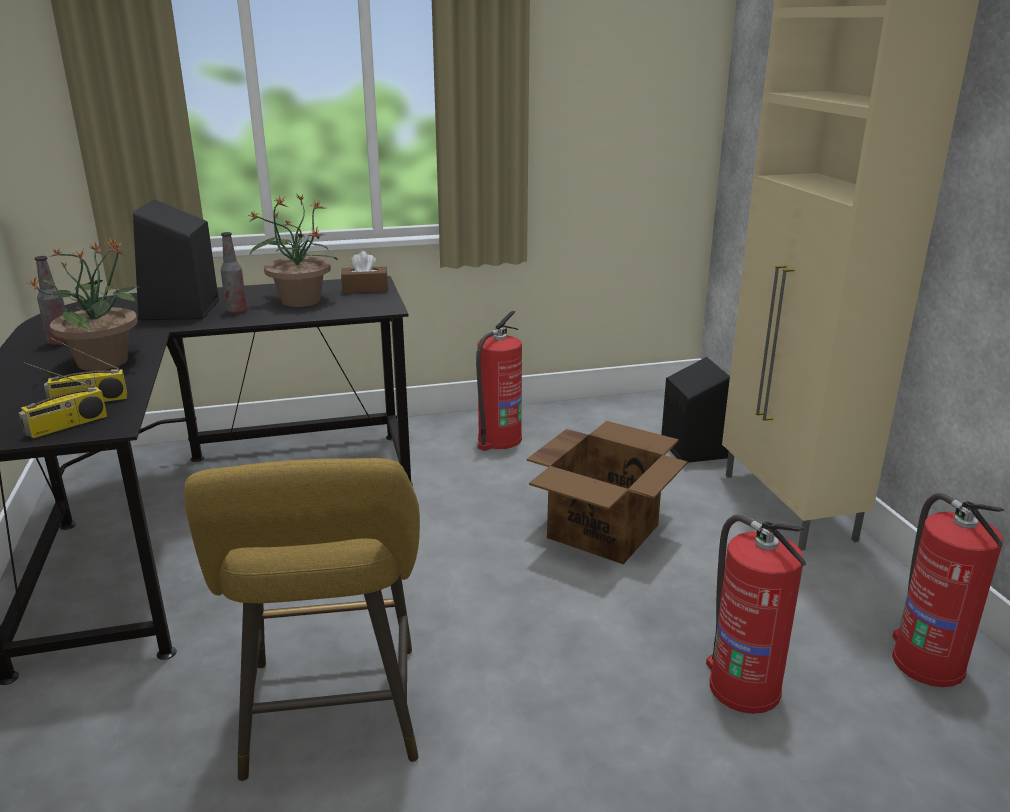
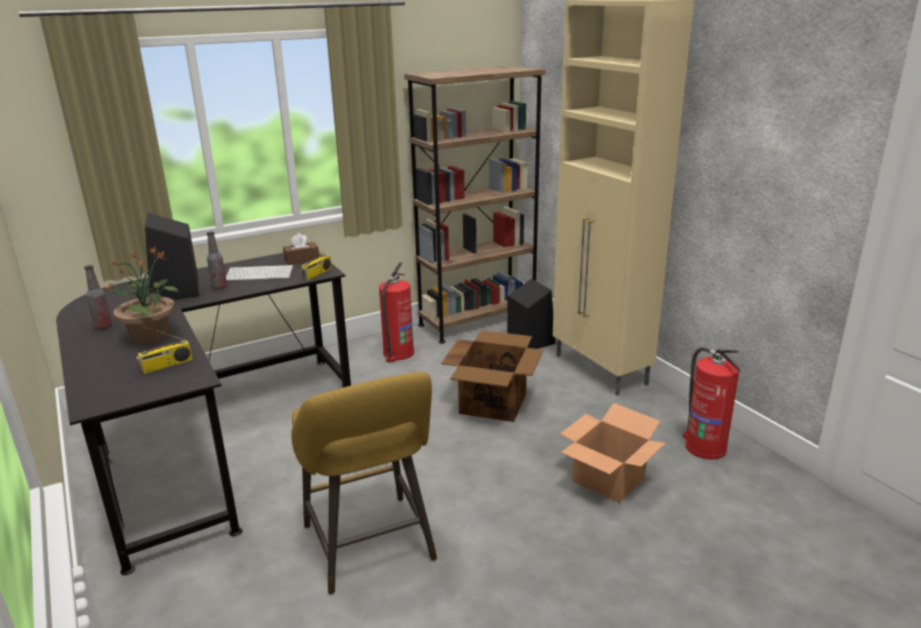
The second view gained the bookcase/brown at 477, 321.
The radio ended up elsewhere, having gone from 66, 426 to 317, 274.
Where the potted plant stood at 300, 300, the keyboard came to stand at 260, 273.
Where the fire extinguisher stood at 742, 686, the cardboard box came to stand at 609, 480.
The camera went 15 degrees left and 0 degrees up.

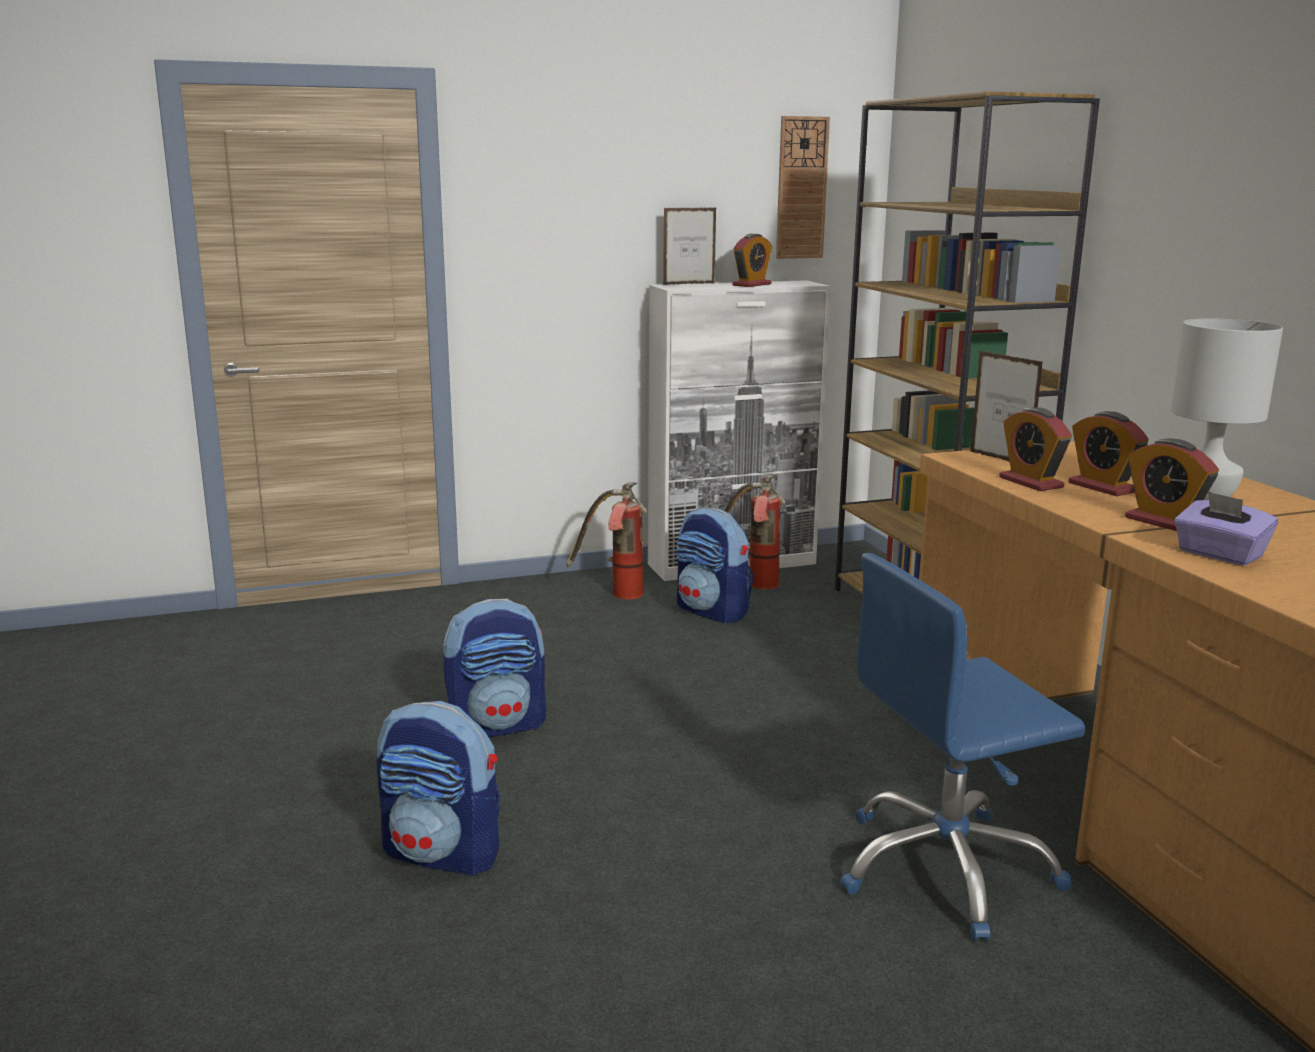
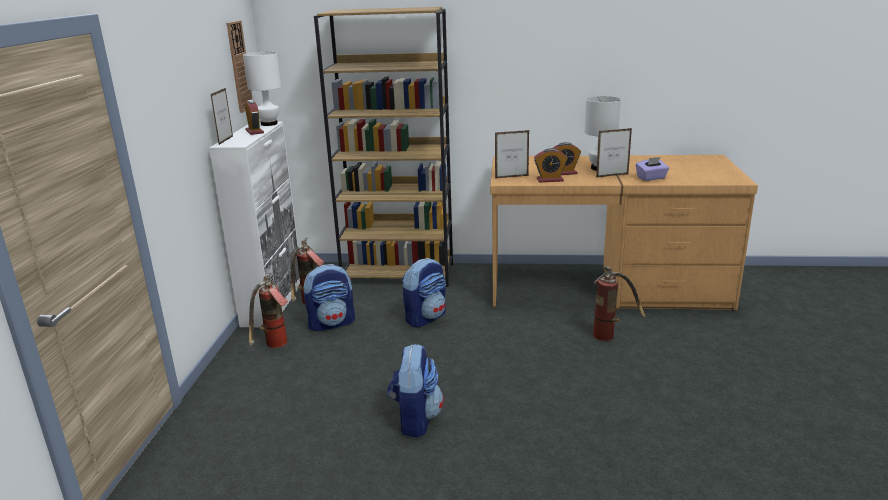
The second view gained the table lamp/white at 269, 124.
The backpack ended up elsewhere, having gone from 443, 854 to 426, 318.
Where the office chair/blue stood at 946, 869, the fire extinguisher came to stand at 611, 334.
Where the alarm clock stood at 1163, 522, the picture frame came to stand at 612, 176.
The camera went 65 degrees left and 5 degrees up.

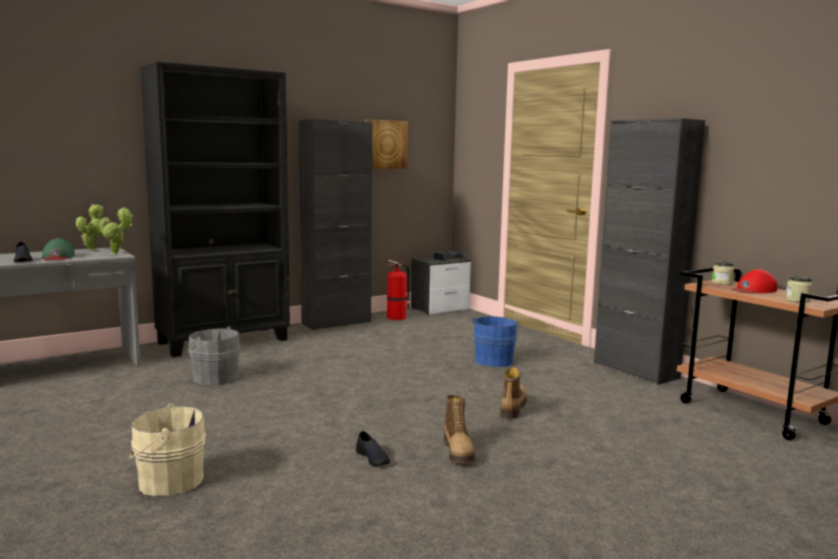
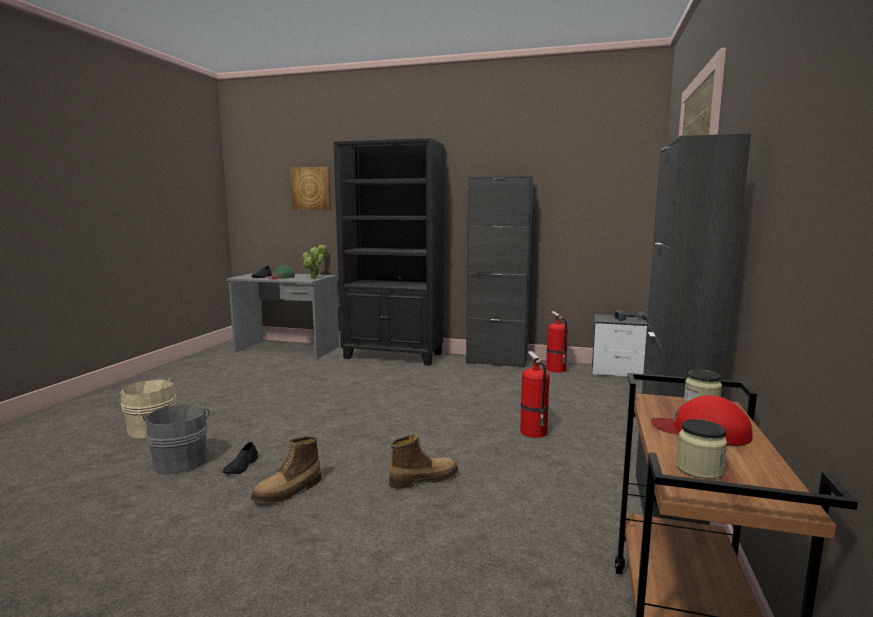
The bucket/grey ended up elsewhere, having gone from 214, 377 to 181, 461.
The picture ended up elsewhere, having gone from 385, 144 to 311, 188.
Where the bucket/blue stood at 494, 360, the fire extinguisher came to stand at 534, 432.
The camera went 50 degrees right and 0 degrees up.

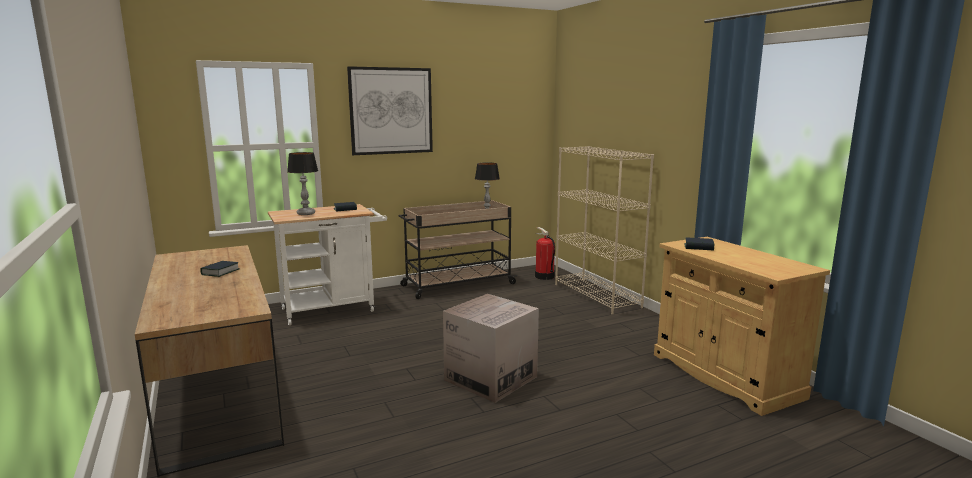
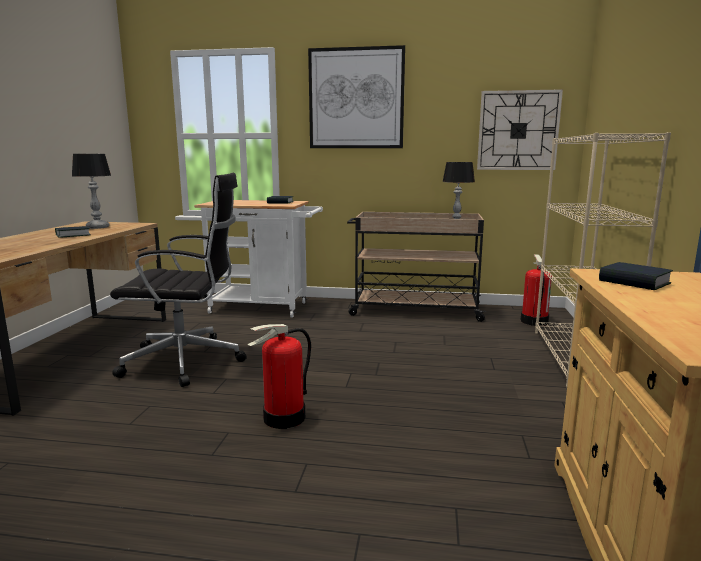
The second view gained the office chair/black at 187, 361.
The second view gained the wall clock at 518, 130.
The table lamp ended up elsewhere, having gone from 305, 213 to 97, 227.
Where the cardboard box stood at 491, 378, the fire extinguisher came to stand at 284, 418.
The camera went 35 degrees right and 0 degrees up.

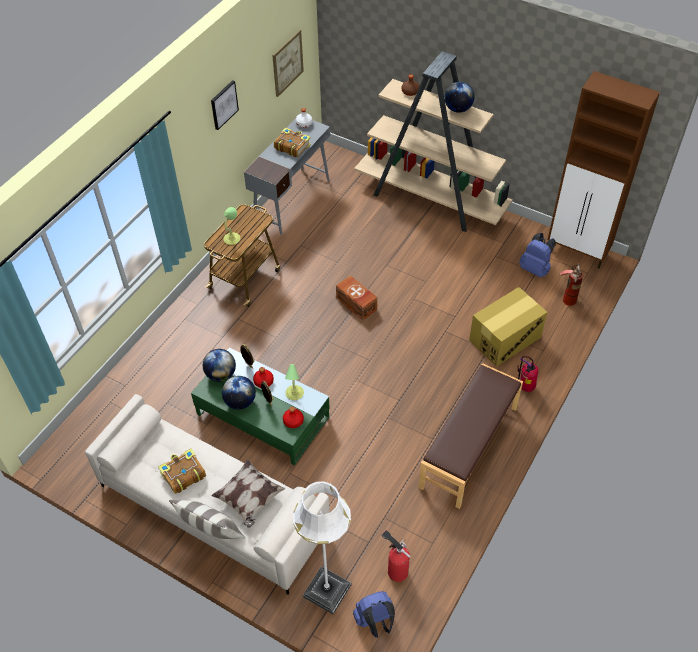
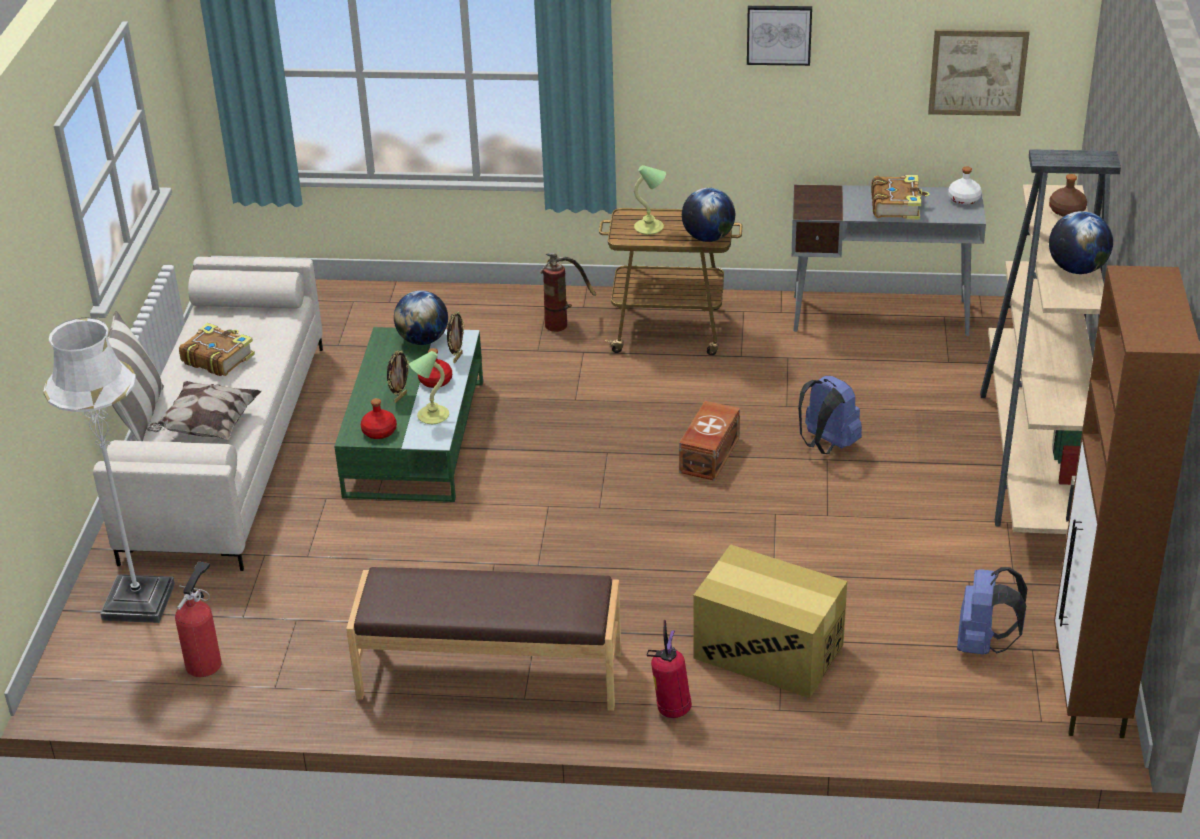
The globe ended up elsewhere, having gone from 240, 402 to 708, 238.
The backpack/blue ended up elsewhere, having gone from 375, 622 to 827, 444.
The fire extinguisher ended up elsewhere, having gone from 567, 296 to 563, 321.
The camera went 65 degrees right and 15 degrees down.

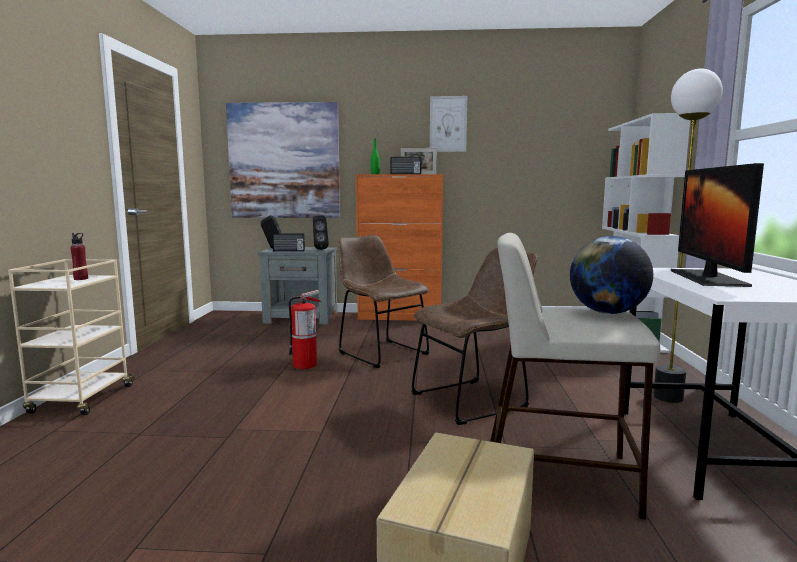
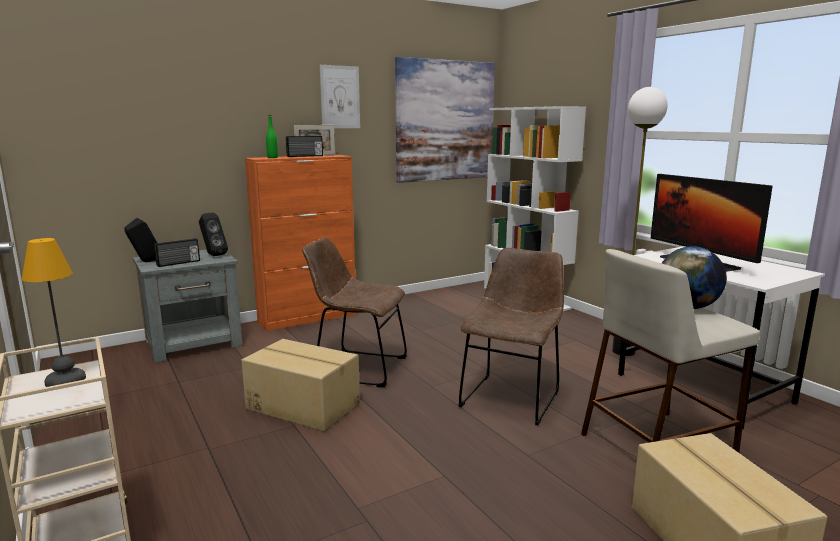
The picture ended up elsewhere, having gone from 284, 161 to 445, 121.
Where the bottle/red stood at 81, 279, the table lamp came to stand at 66, 379.
Where the fire extinguisher stood at 305, 365, the cardboard box came to stand at 303, 405.
The camera went 35 degrees left and 5 degrees up.

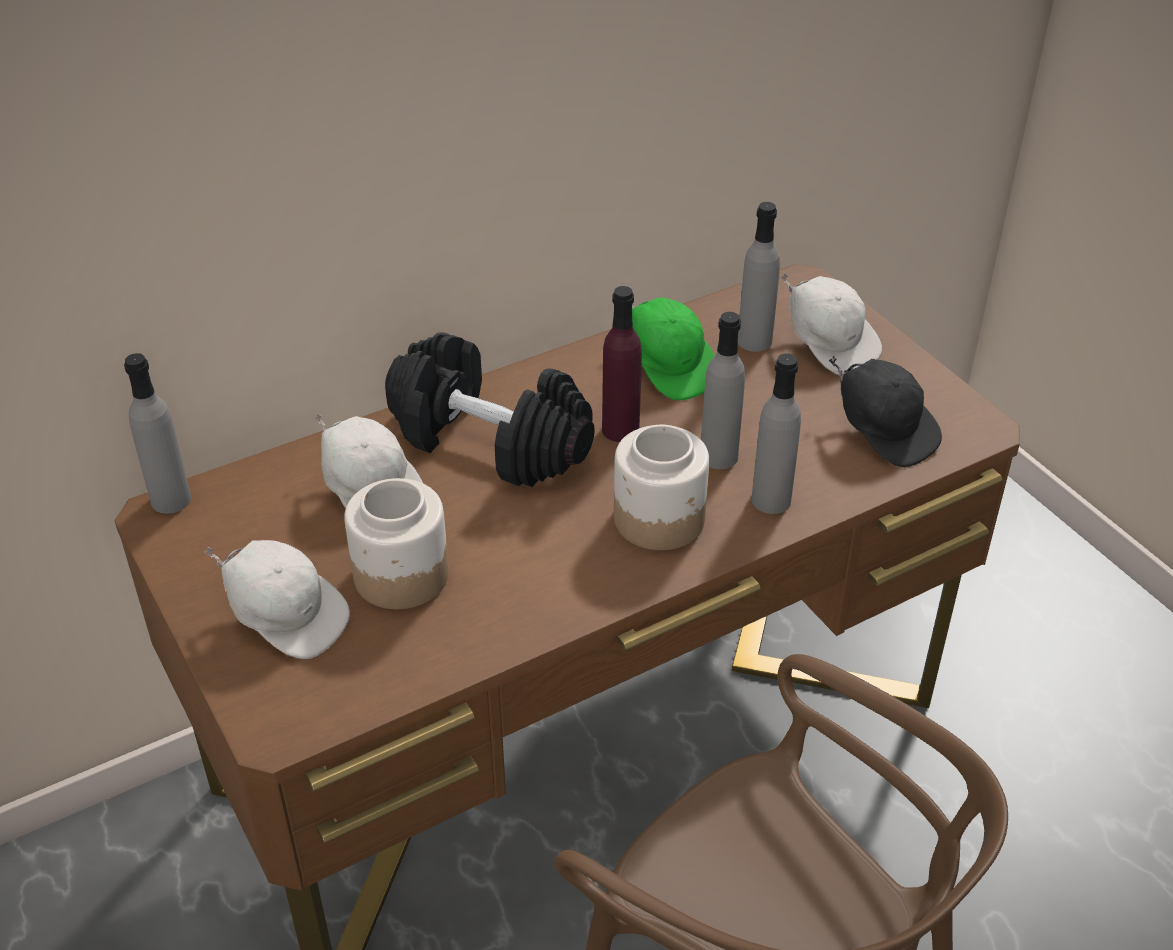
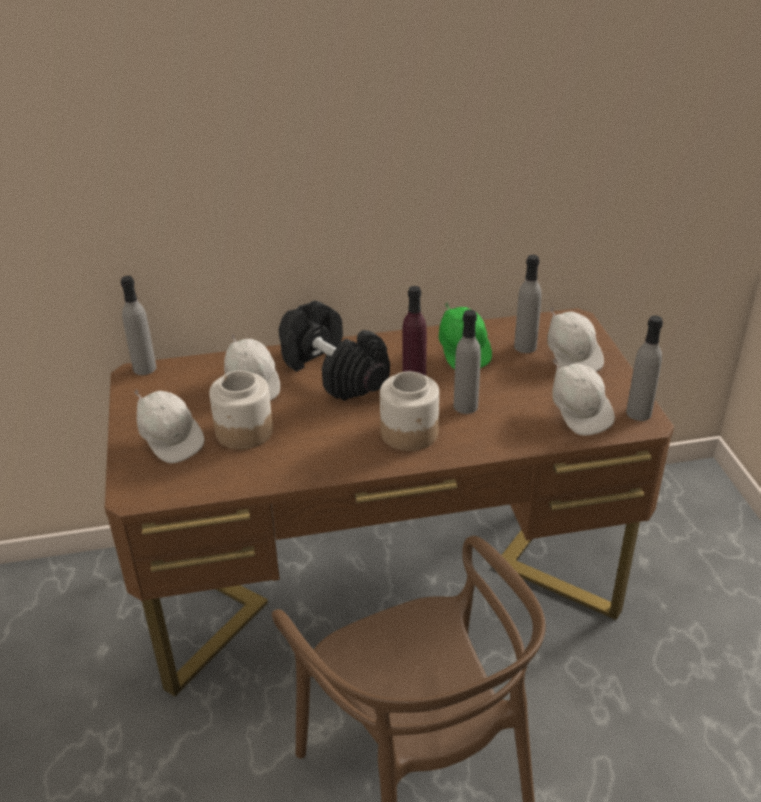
The bottle/grey ended up elsewhere, having gone from 771, 500 to 638, 413.
What was the cap/black at 884, 431 turned into the cap/white at 579, 412.
The camera went 20 degrees right and 5 degrees down.

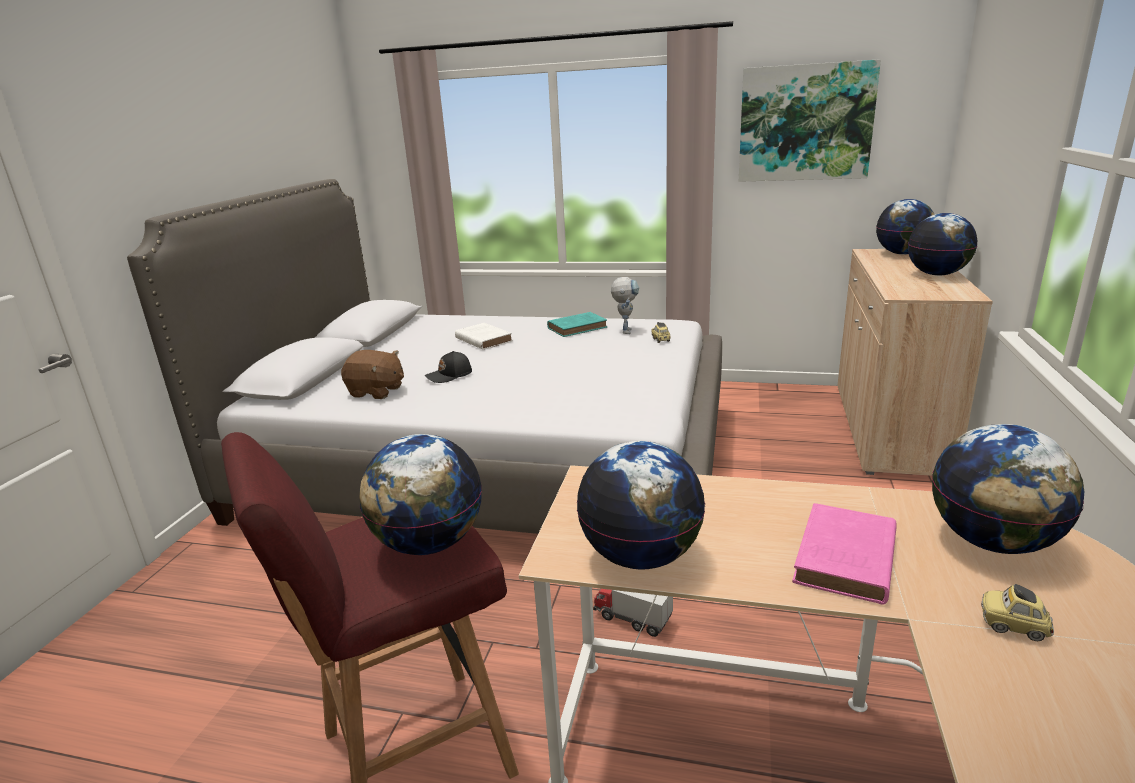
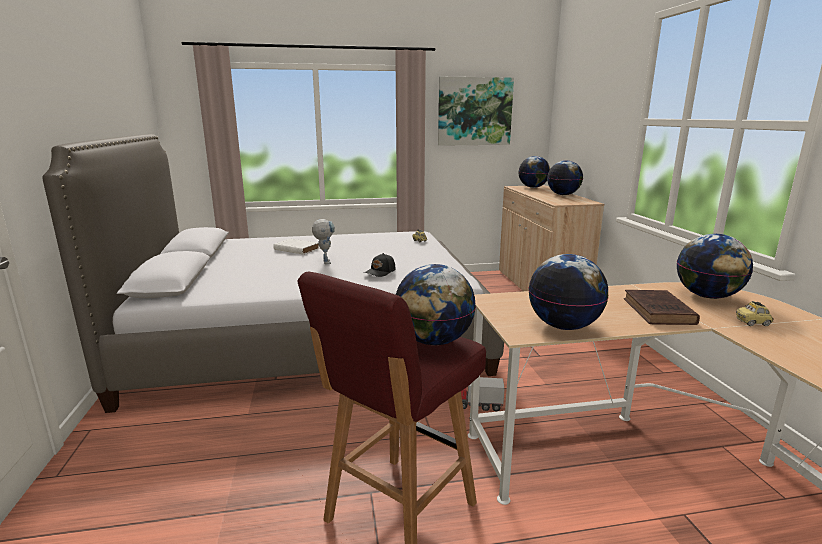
The second view lost the plush toy/brown at 376, 392.
The second view lost the book/turquoise at 578, 327.
The cap/black ended up elsewhere, having gone from 449, 375 to 380, 272.
The toy robot ended up elsewhere, having gone from 625, 330 to 325, 261.
What was the book/pink at 845, 560 turned into the book/brown at 659, 312.
The camera went 25 degrees left and 5 degrees down.

